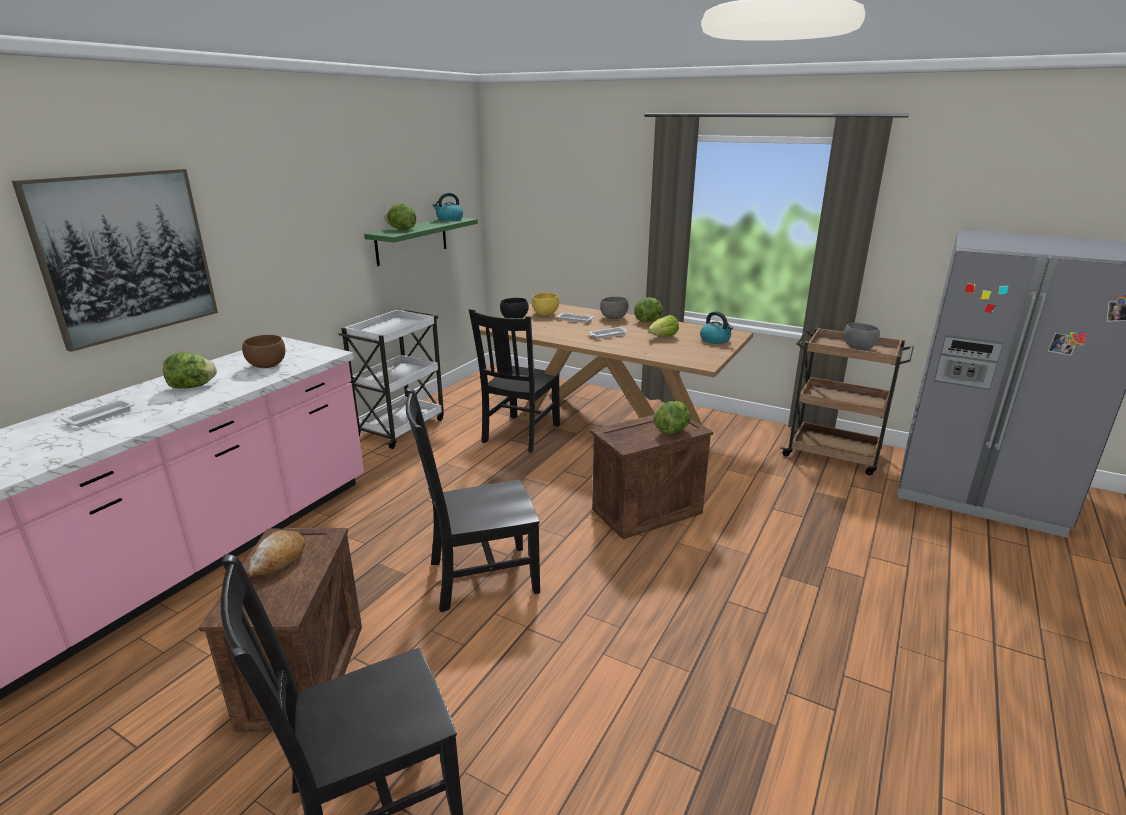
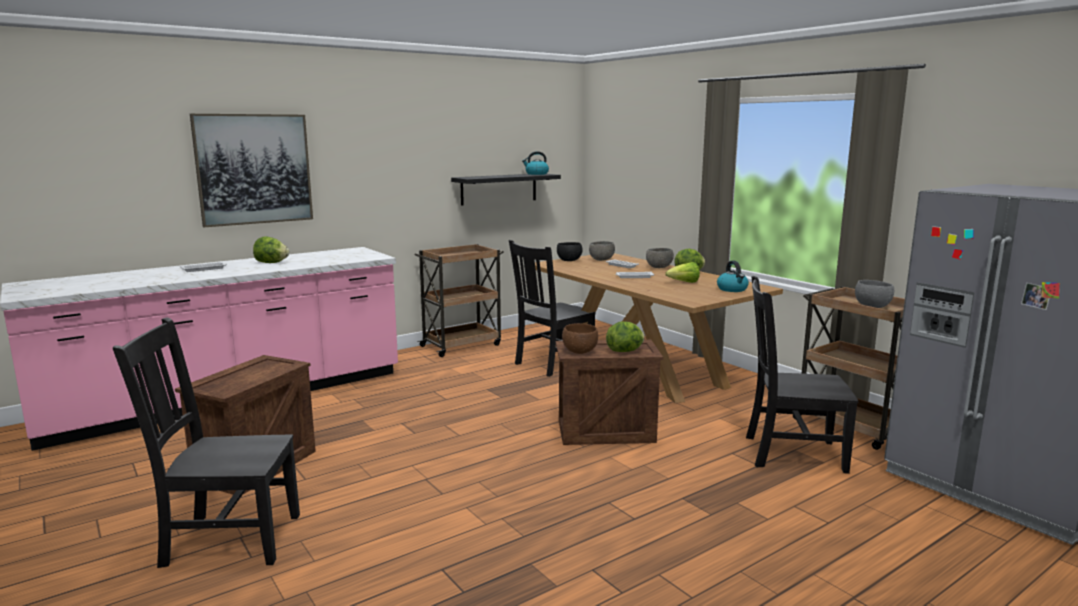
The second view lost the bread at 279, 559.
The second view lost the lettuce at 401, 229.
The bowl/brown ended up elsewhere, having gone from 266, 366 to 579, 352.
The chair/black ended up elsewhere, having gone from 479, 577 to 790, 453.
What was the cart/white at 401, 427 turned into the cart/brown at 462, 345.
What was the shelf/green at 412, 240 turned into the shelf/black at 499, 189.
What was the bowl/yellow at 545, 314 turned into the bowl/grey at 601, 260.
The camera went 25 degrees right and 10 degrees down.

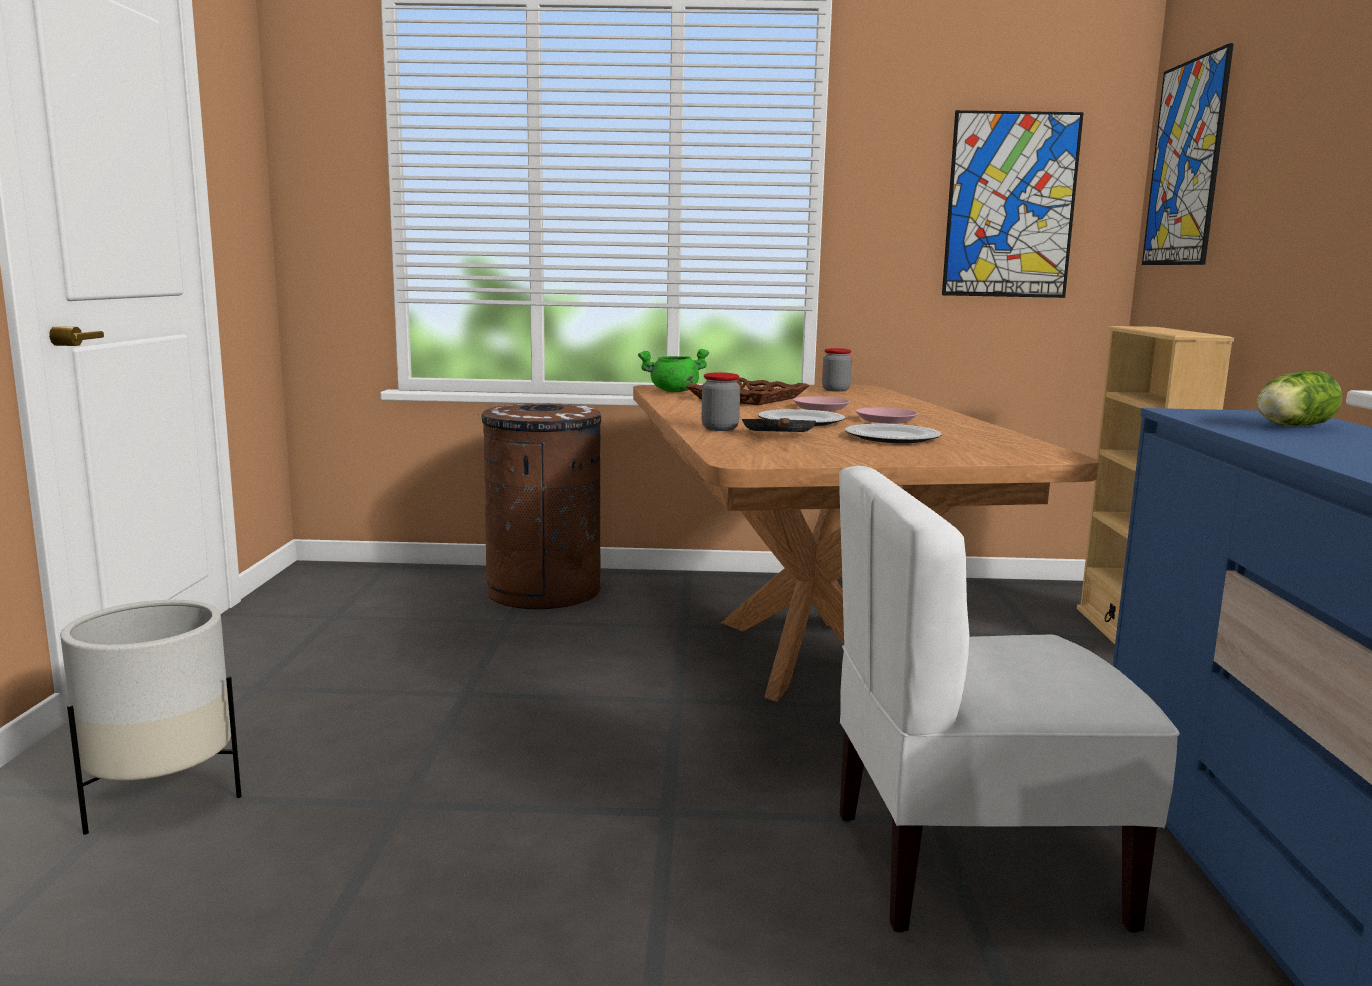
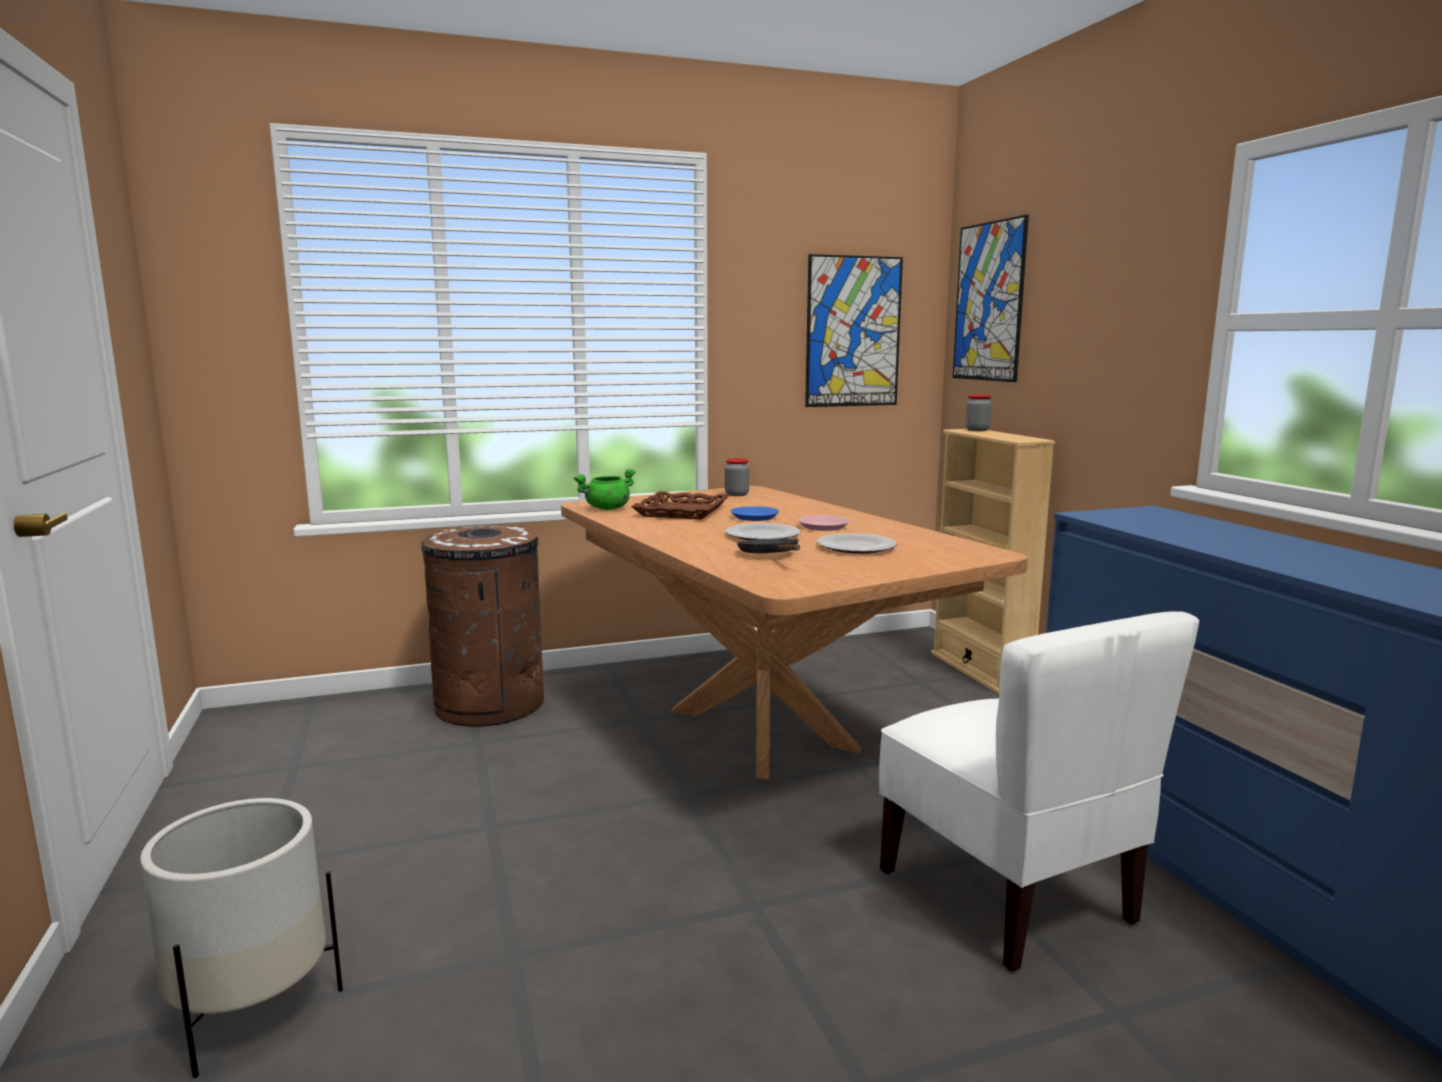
The second view lost the lettuce at 1289, 426.
The jar ended up elsewhere, having gone from 720, 428 to 977, 430.
What was the plate/pink at 820, 407 turned into the plate/blue at 754, 517.
The chair/white at 972, 866 ended up facing another way, 90 degrees counterclockwise from before.
The camera went 20 degrees left and 0 degrees up.

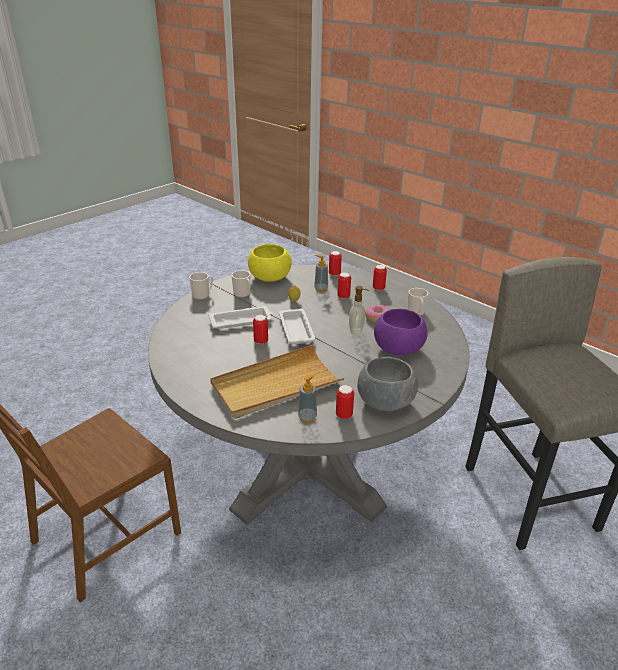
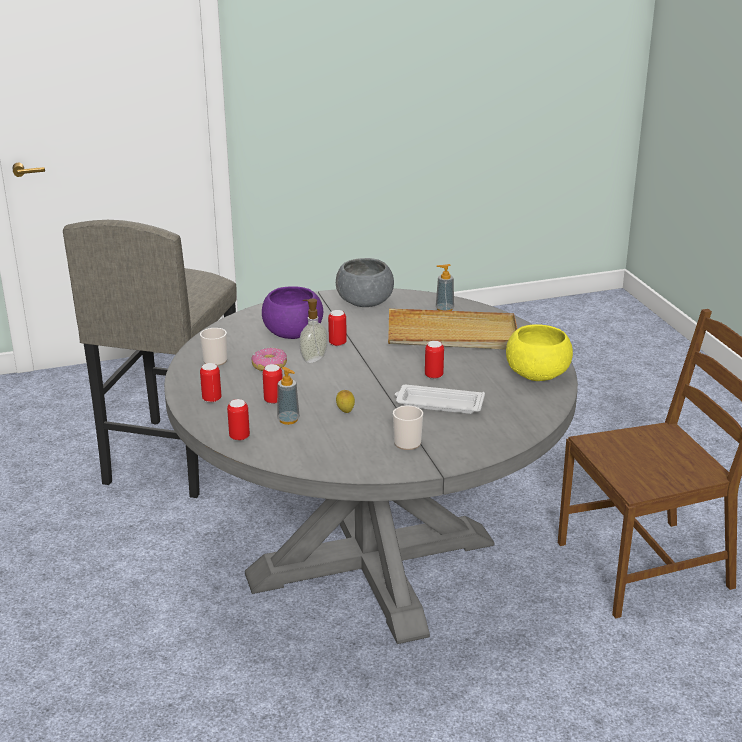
The second view lost the mug at 202, 295.
The second view lost the tray/white at 296, 329.
The bowl/yellow ended up elsewhere, having gone from 269, 277 to 537, 375.
The can ended up elsewhere, having gone from 344, 415 to 337, 343.
The camera went 150 degrees left and 5 degrees down.

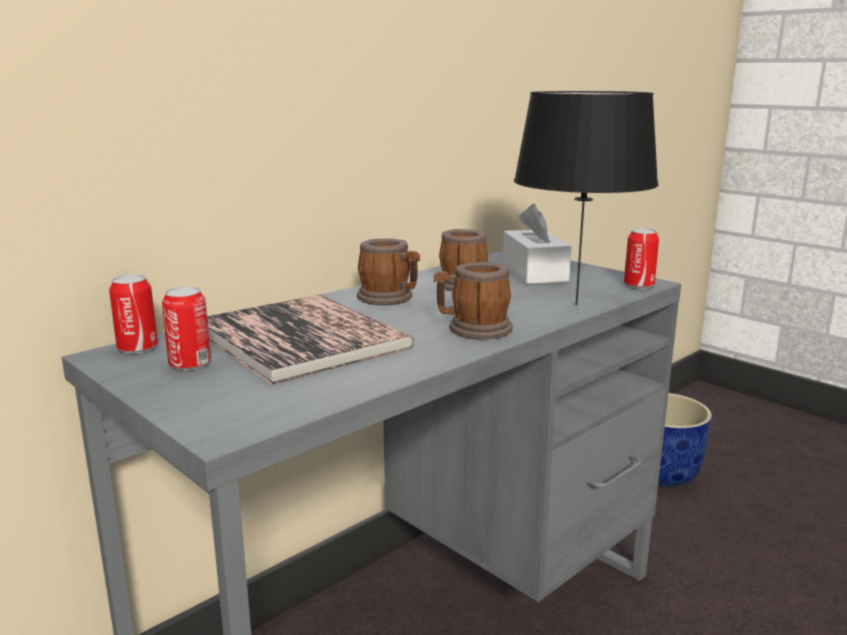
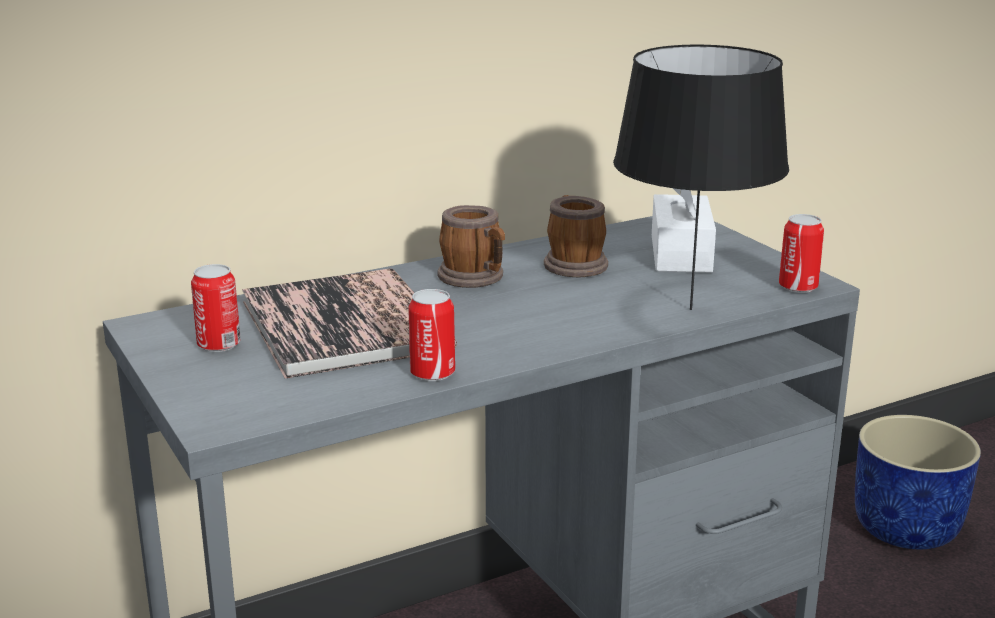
The second view lost the mug at 472, 329.
The can ended up elsewhere, having gone from 137, 348 to 432, 373.
The camera went 15 degrees right and 5 degrees up.

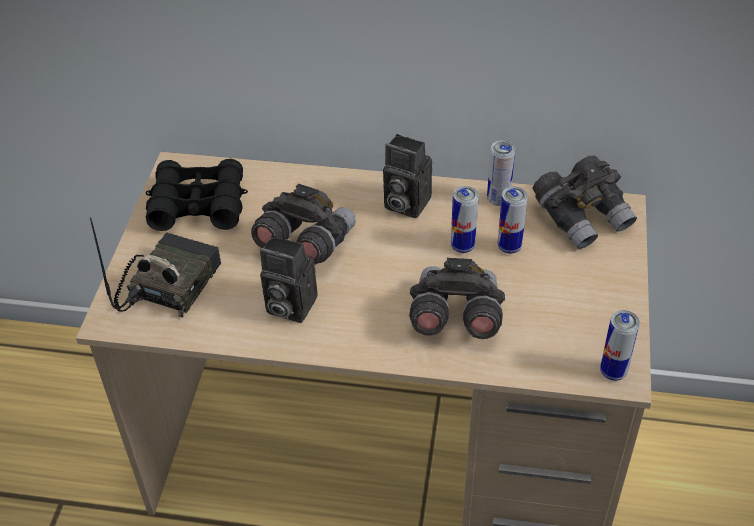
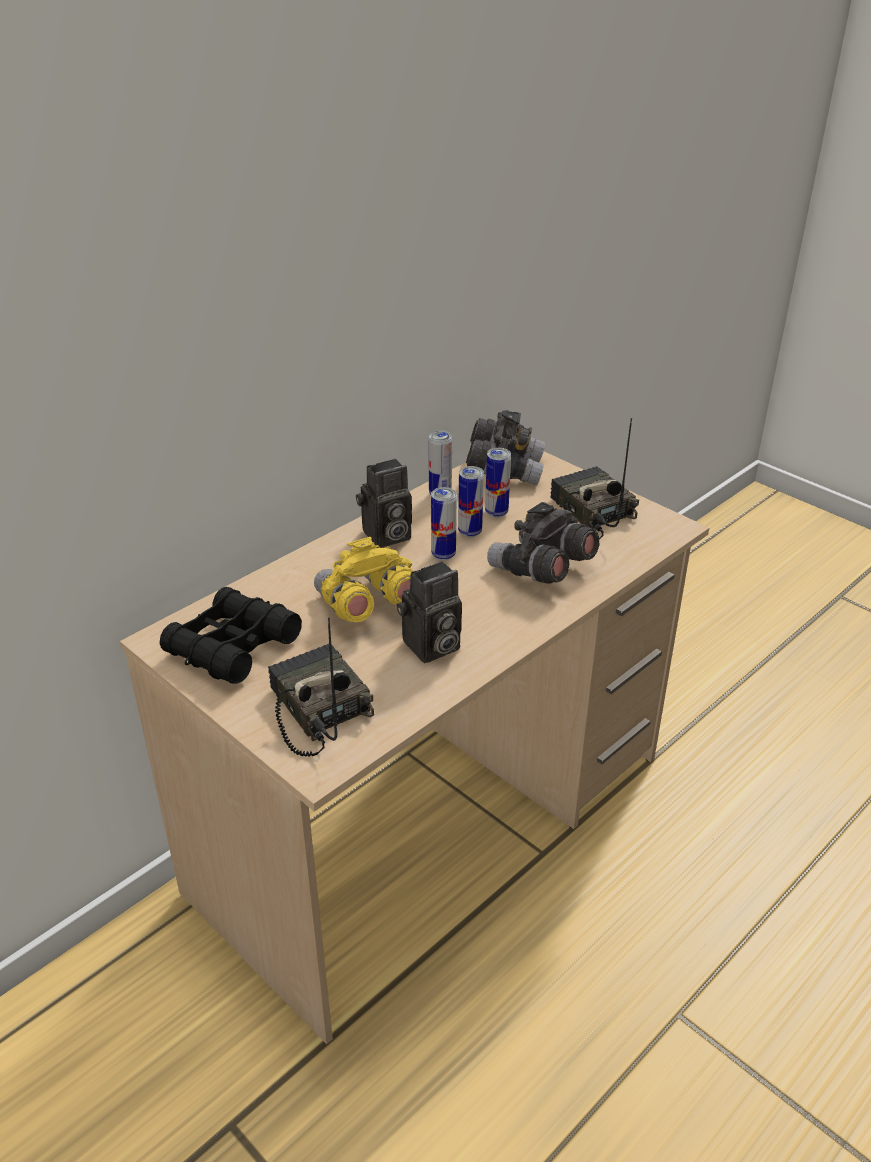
The second view gained the radio at 589, 513.
The can ended up elsewhere, having gone from 613, 372 to 443, 554.
What was the binoculars/grey at 305, 243 turned into the binoculars/yellow at 366, 606.
The camera went 55 degrees left and 10 degrees down.

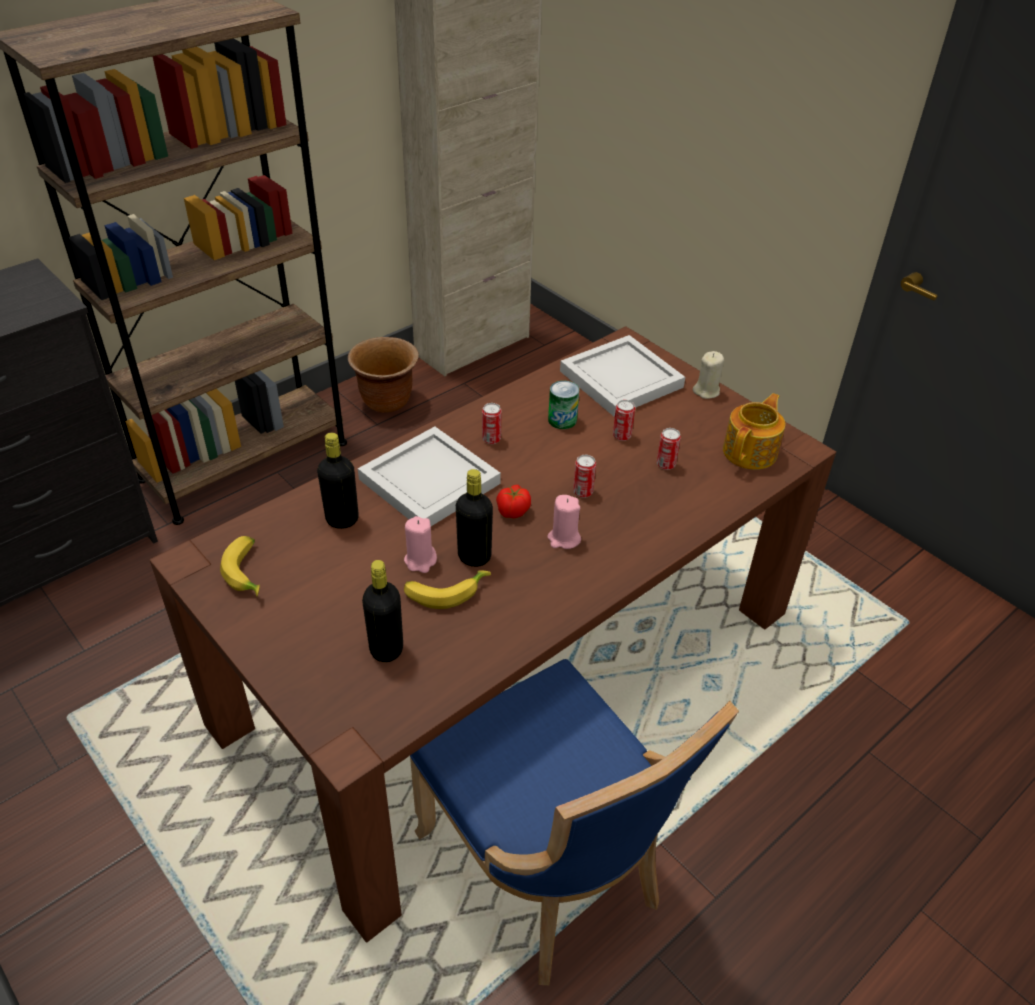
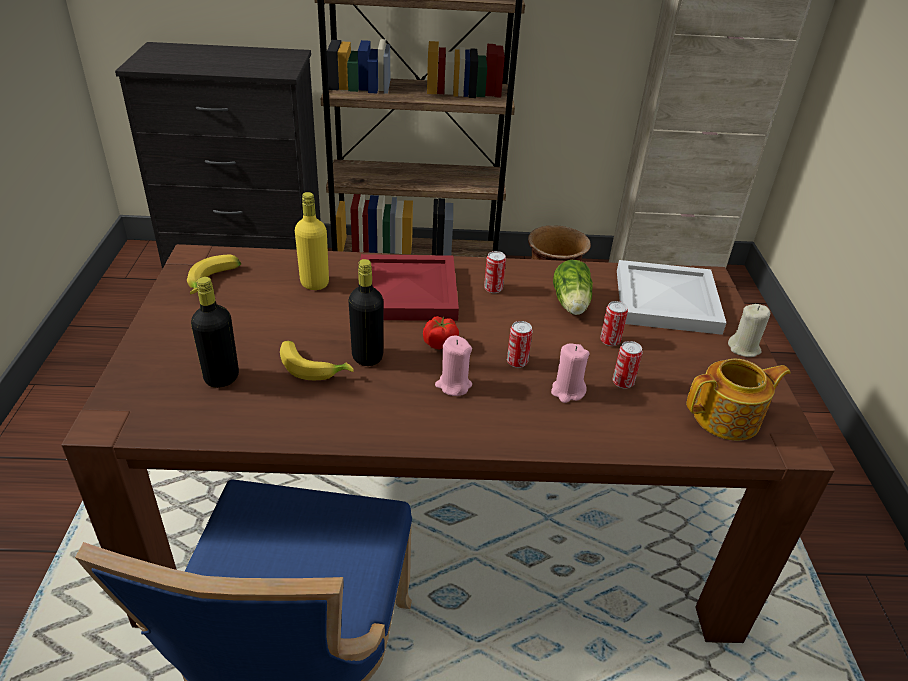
The candle/pink ended up elsewhere, having gone from 420, 561 to 567, 391.
Where the can stood at 562, 420, the lettuce came to stand at 571, 304.
What was the bottle/black at 342, 519 turned into the bottle/yellow at 314, 283.
What was the tray/white at 427, 481 turned into the tray/red at 405, 291.
The camera went 40 degrees right and 5 degrees down.

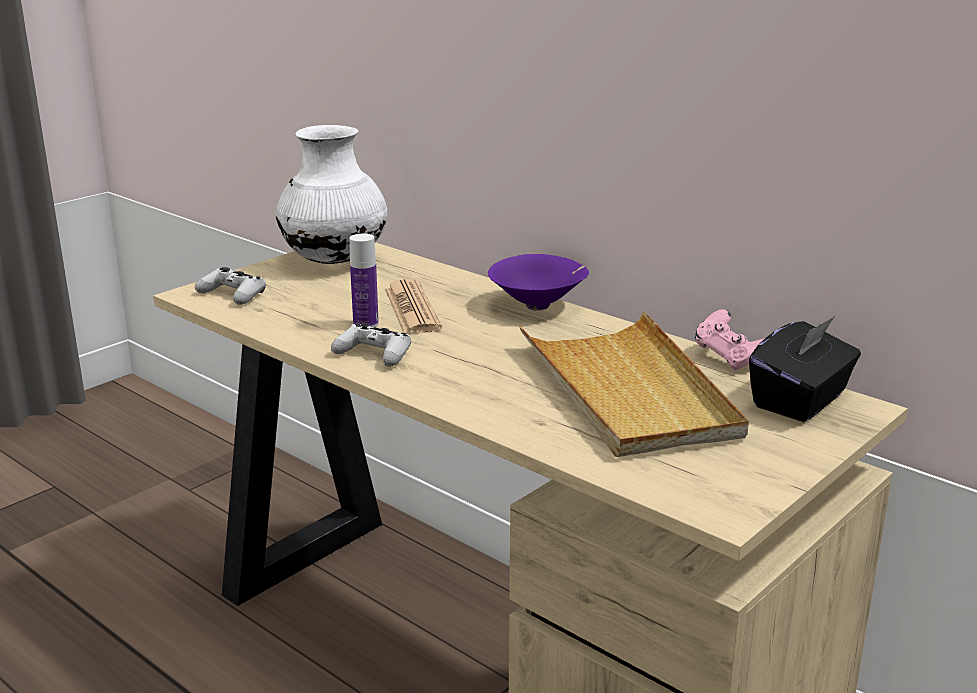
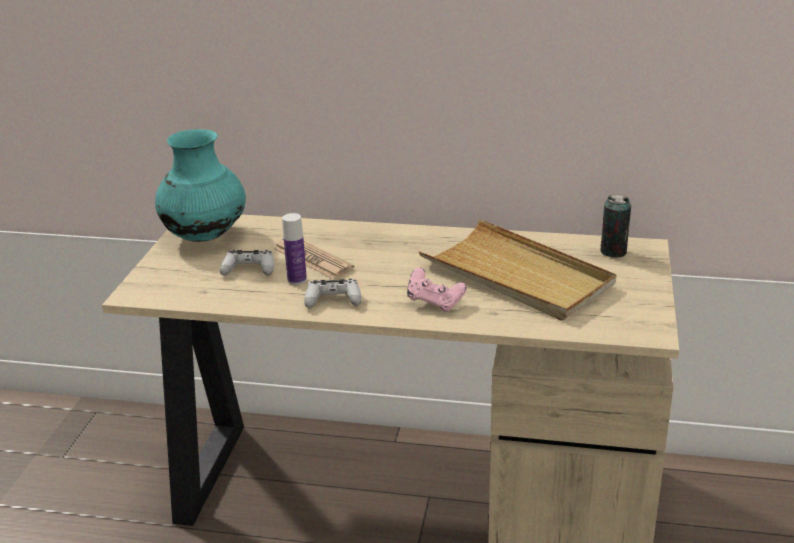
The second view lost the bowl/purple at 539, 306.
The game controller/white ended up elsewhere, having gone from 233, 295 to 249, 269.
The game controller/pink ended up elsewhere, having gone from 730, 359 to 435, 303.
Where the tissue box/black stood at 801, 400, the can came to stand at 613, 252.
What was the vase/white at 335, 261 turned into the vase/turquoise at 205, 236.
The camera went 30 degrees left and 5 degrees up.

